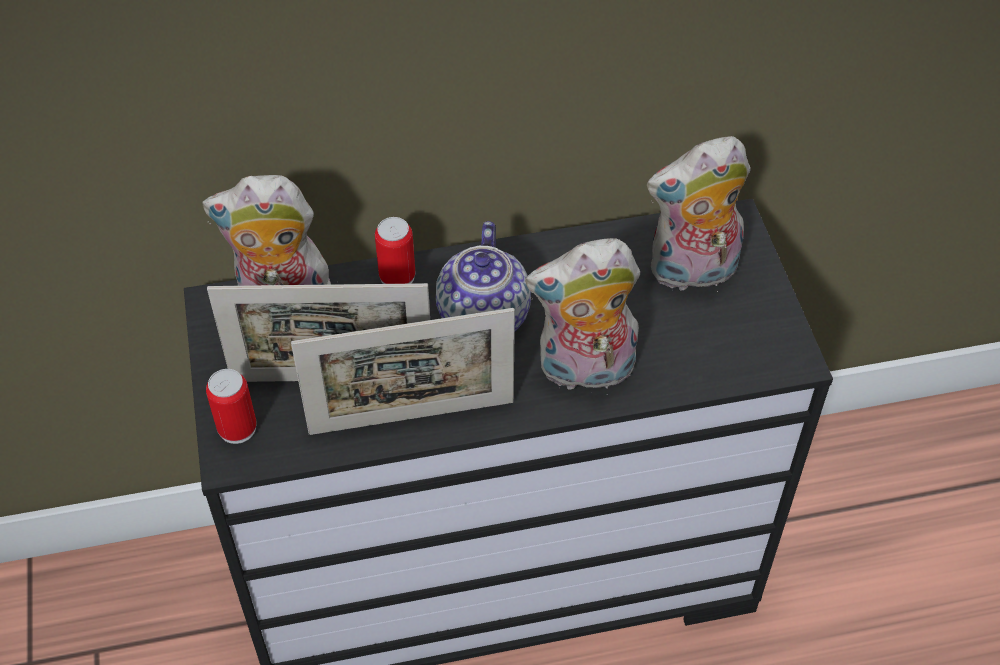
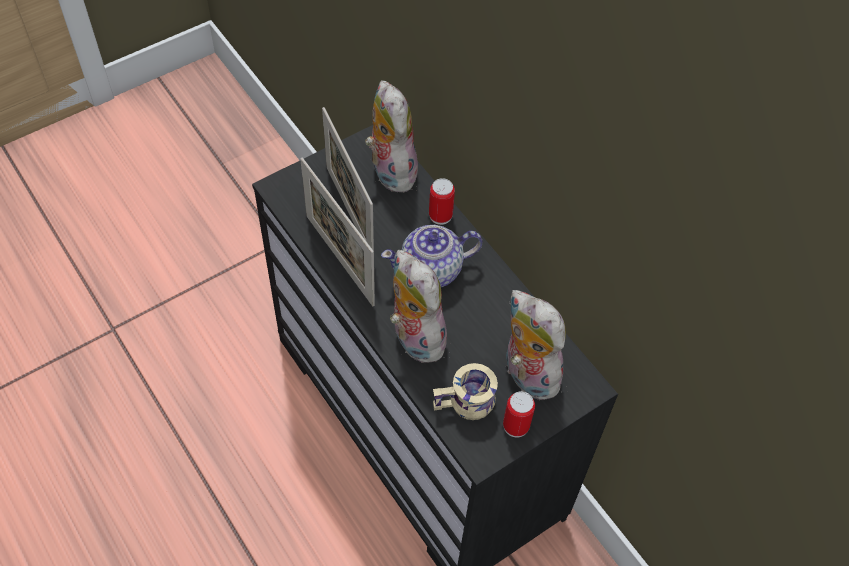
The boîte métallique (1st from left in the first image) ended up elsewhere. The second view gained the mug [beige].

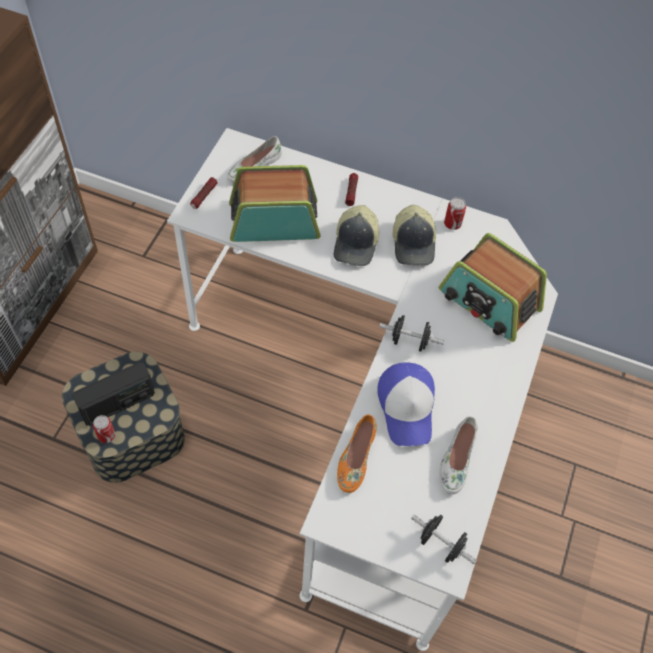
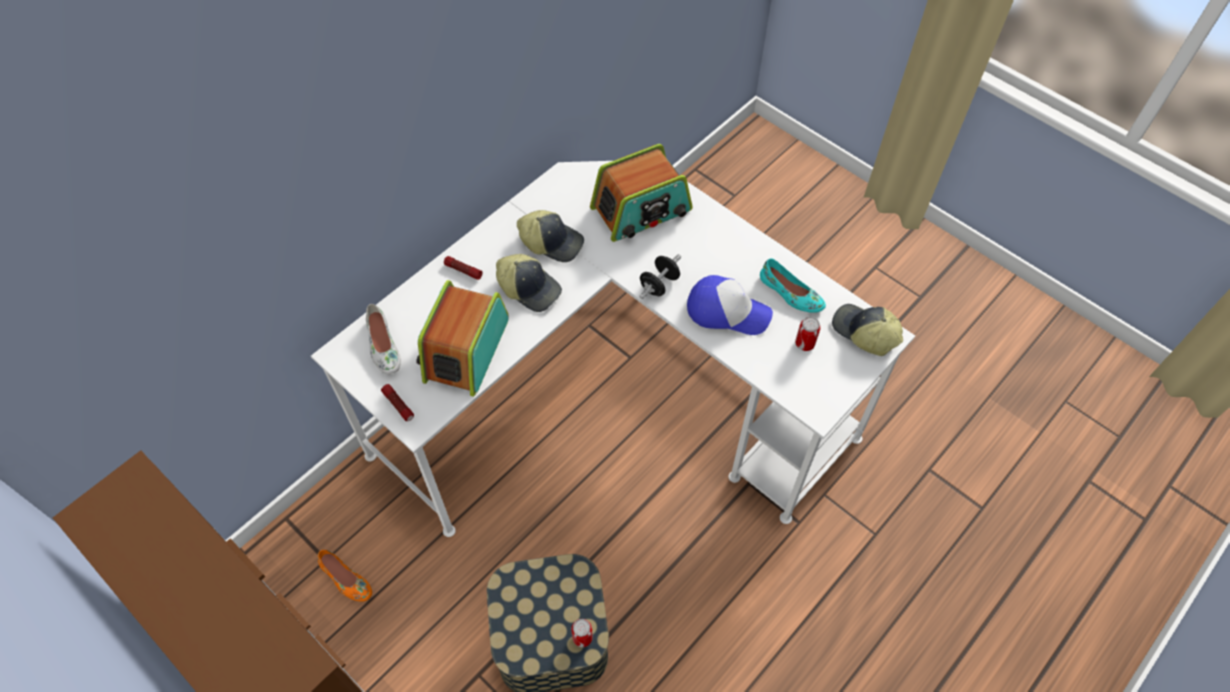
The boîte métallique (2nd from left) ended up elsewhere. The second view lost the radio (1st from left). The chaussure [orange] ended up elsewhere. What was the chaussure [blanc] (2nd from left) turned into the chaussure [turquoise]. Where the haltère [noir] (2nd from left) stood, the casquette (4th from left) came to stand.

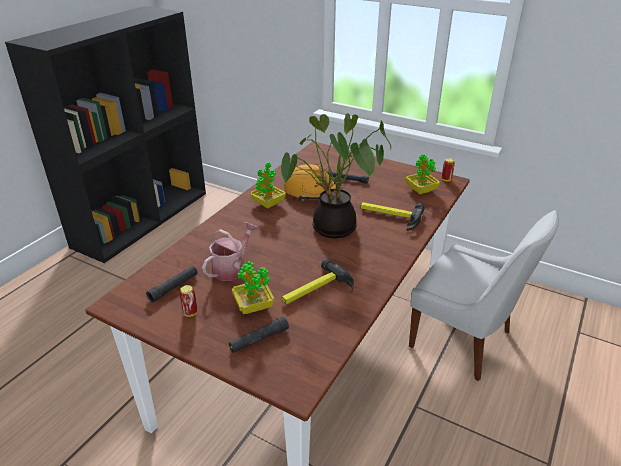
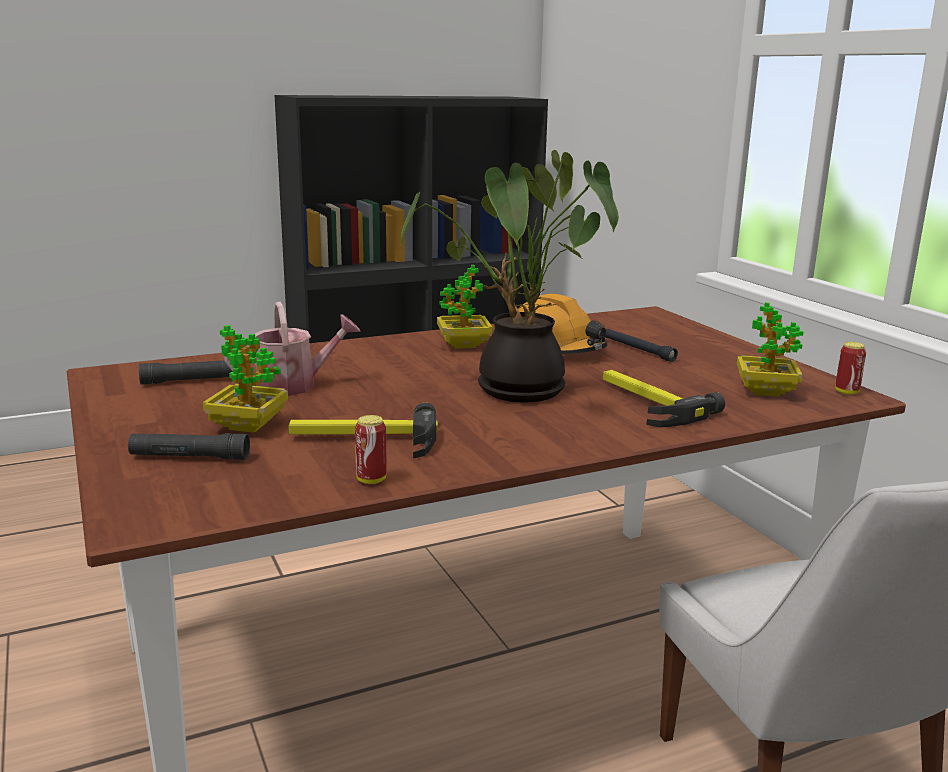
The boîte métallique (1st from left) ended up elsewhere.

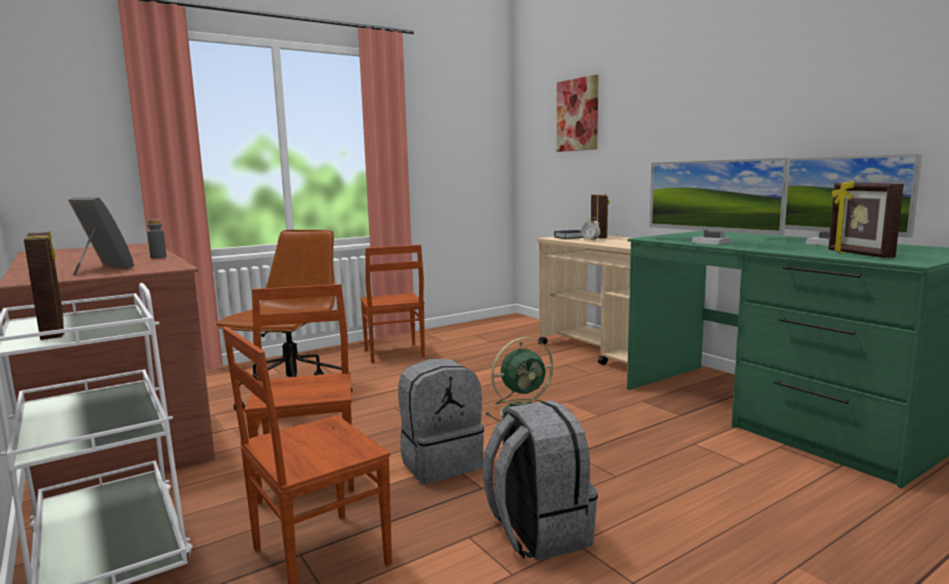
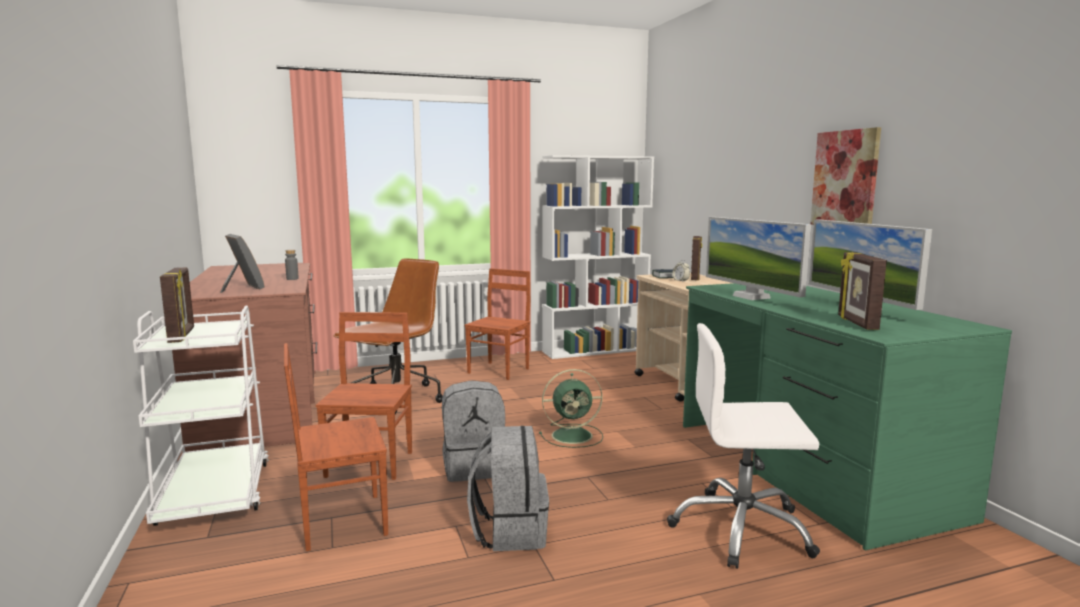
The tableau ended up elsewhere. The chaise [marron] (3rd from left) ended up facing another way, 150 degrees counterclockwise from before. The second view gained the bibliothèque [blanc]. The second view gained the chaise de bureau [blanc].

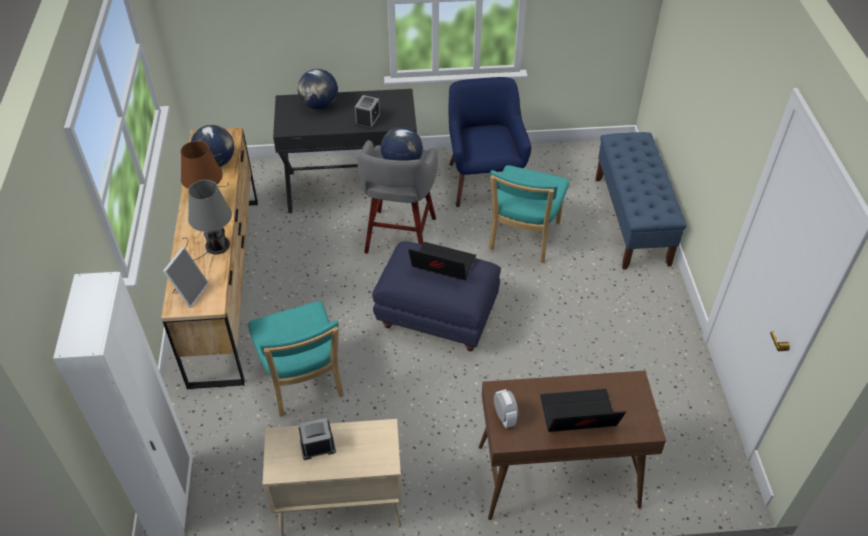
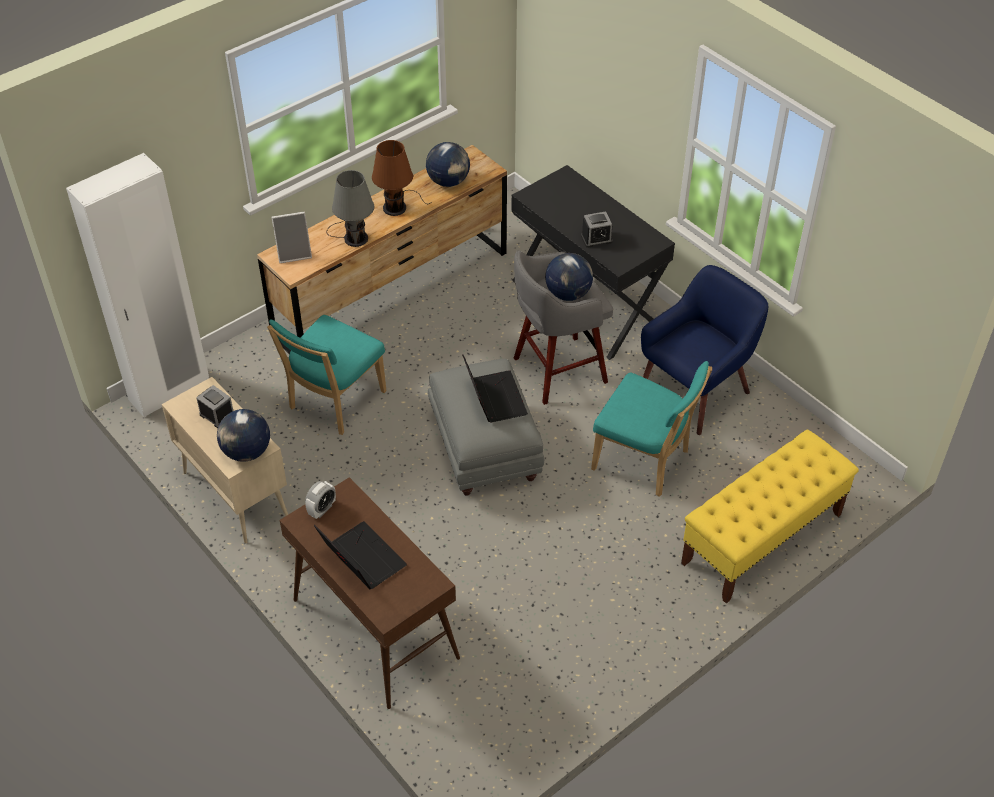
The globe (2nd from left in the first image) ended up elsewhere. What was the banc [bleu] turned into the banc [jaune]. The chaise [turquoise] (2nd from left) ended up facing another way, 135 degrees counterclockwise from before. What was the pouf [bleu] turned into the pouf [gris].

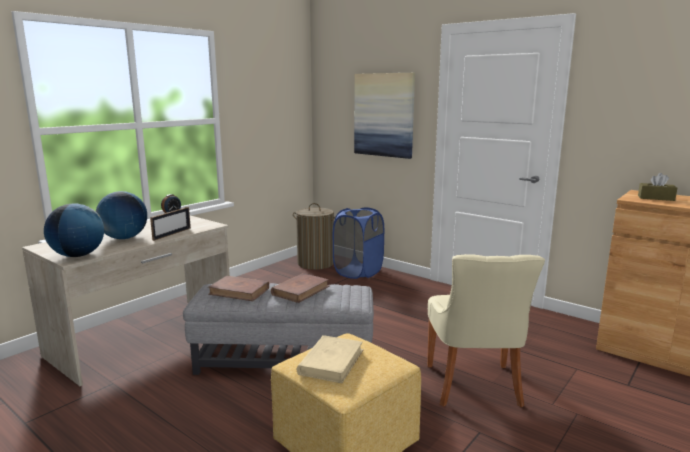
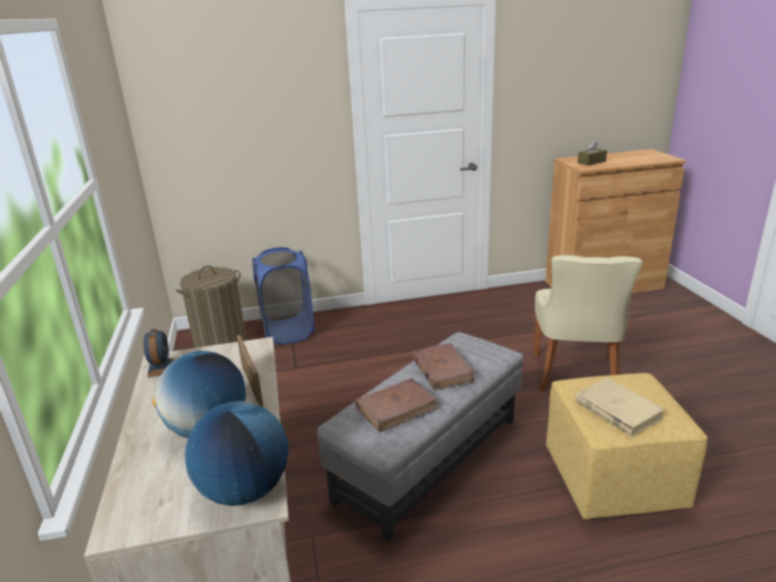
The second view lost the tableau. The chaise [beige] ended up facing another way, 60 degrees clockwise from before.

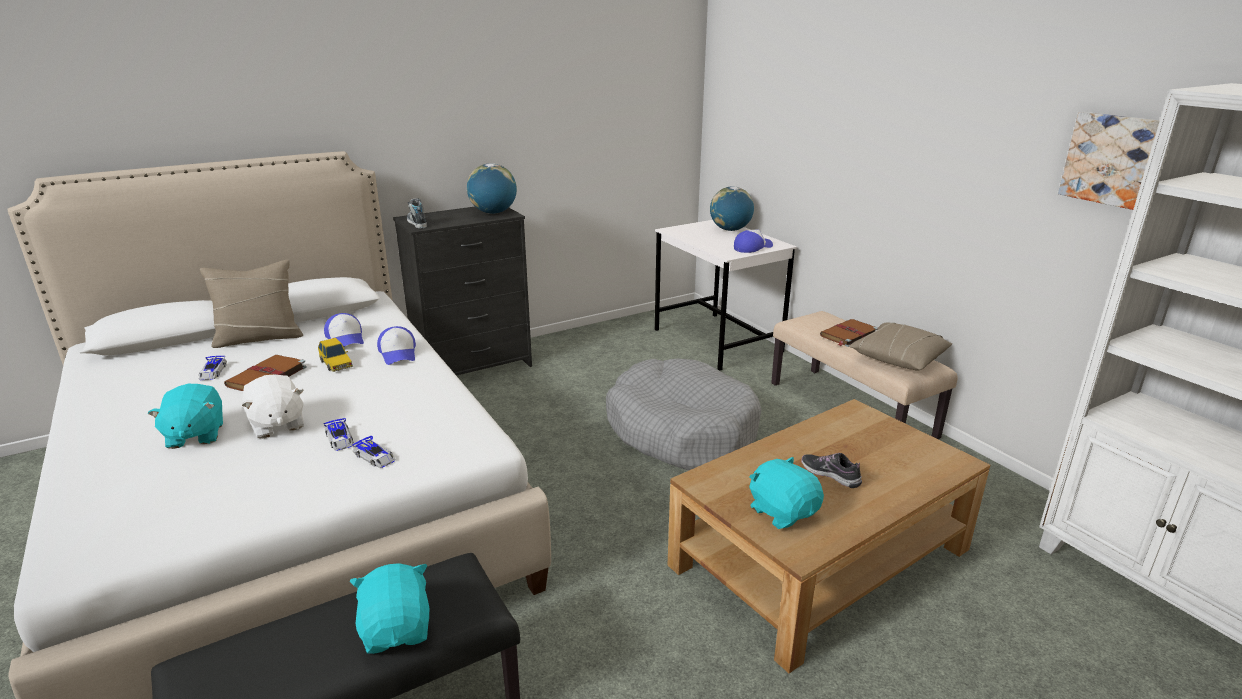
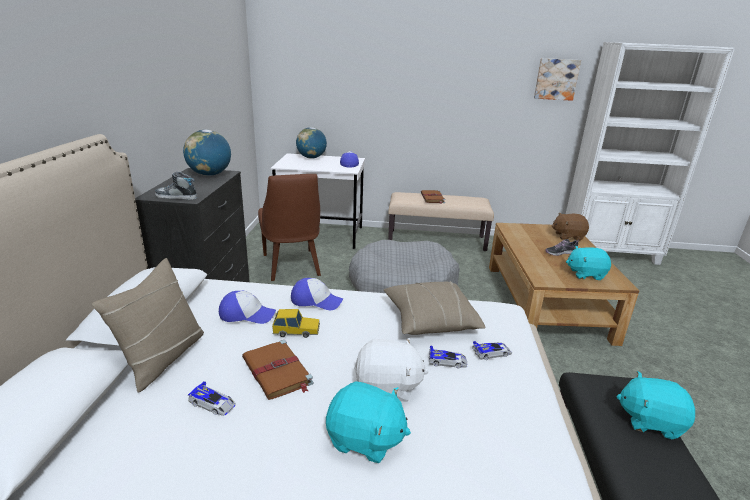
The coussin [beige] (2nd from left) ended up elsewhere. The second view gained the chaise [marron]. The second view gained the peluche [marron].

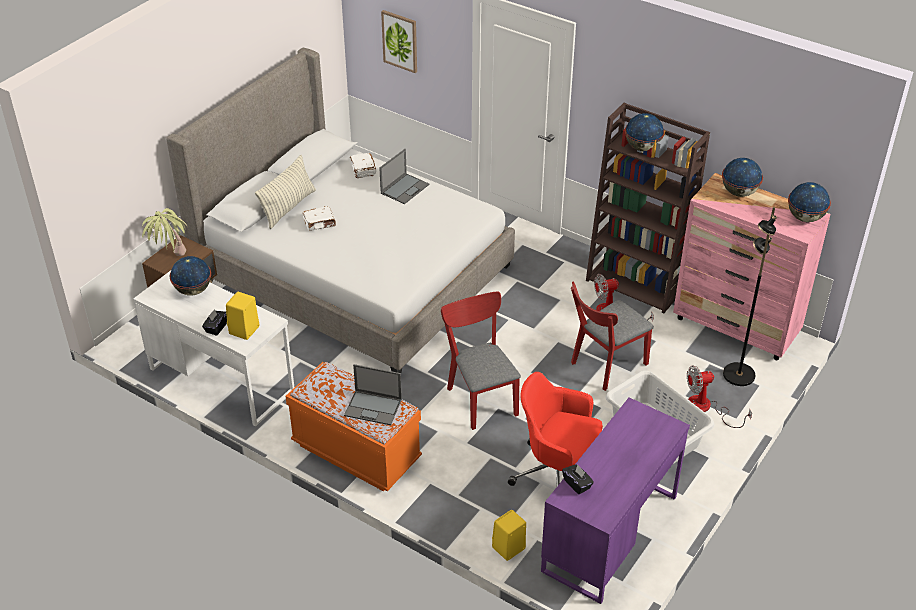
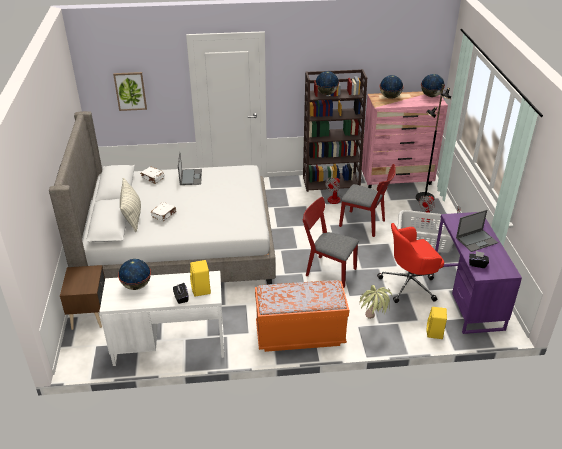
The plante en pot ended up elsewhere. The chaise [rouge] (2nd from left) ended up facing another way, 75 degrees counterclockwise from before. The ordinateur portable (1st from left in the first image) ended up elsewhere.

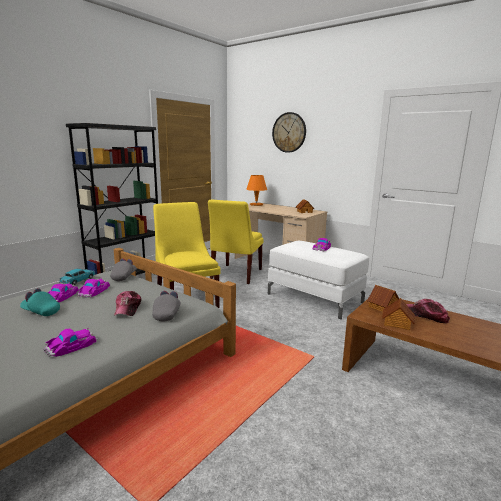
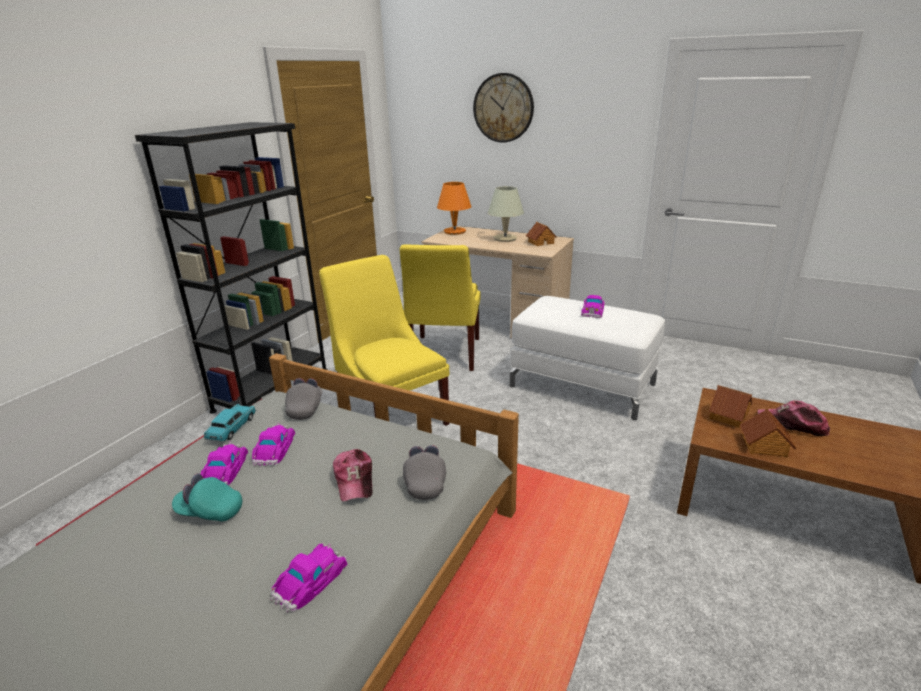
The second view gained the lampe de table [beige].

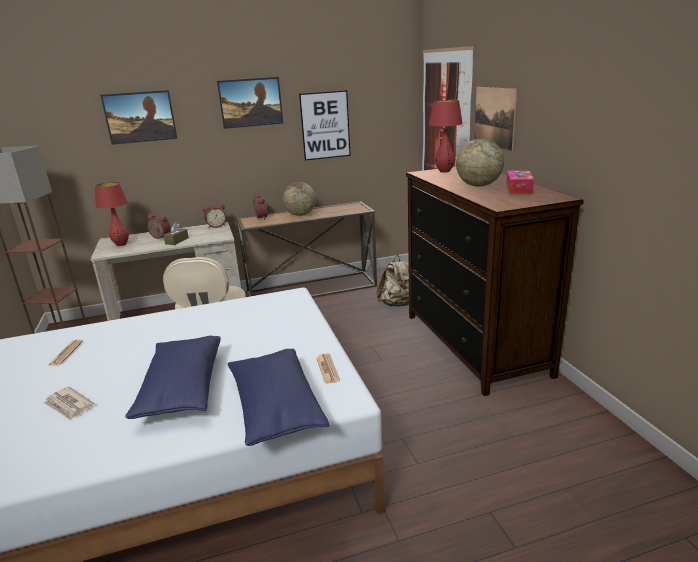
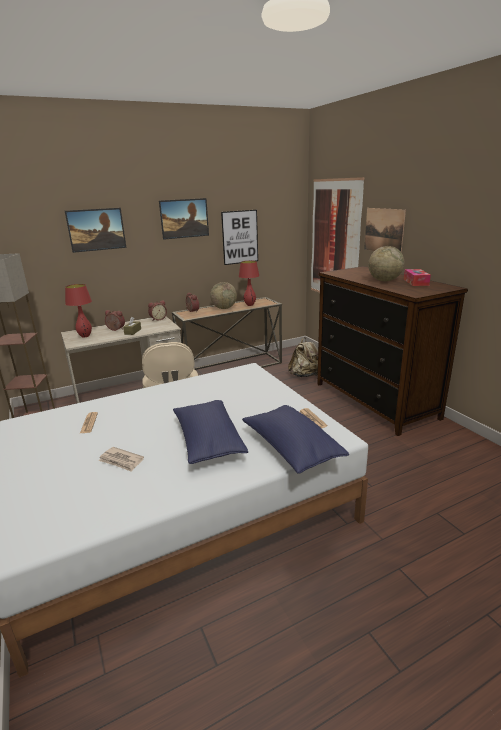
The lampe de table [rouge] (2nd from left) ended up elsewhere.

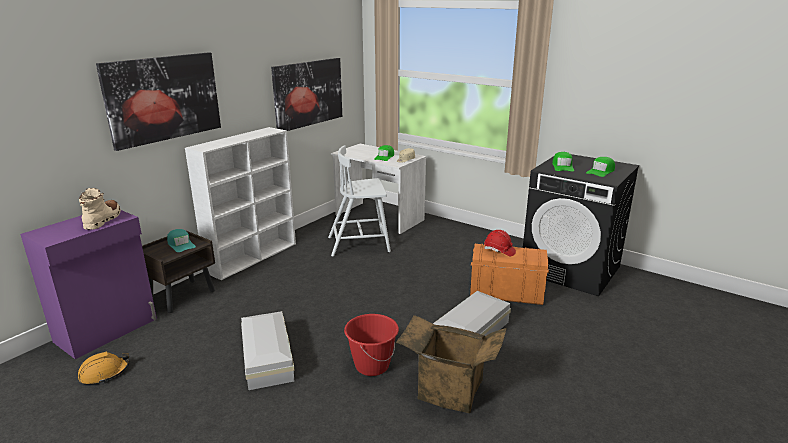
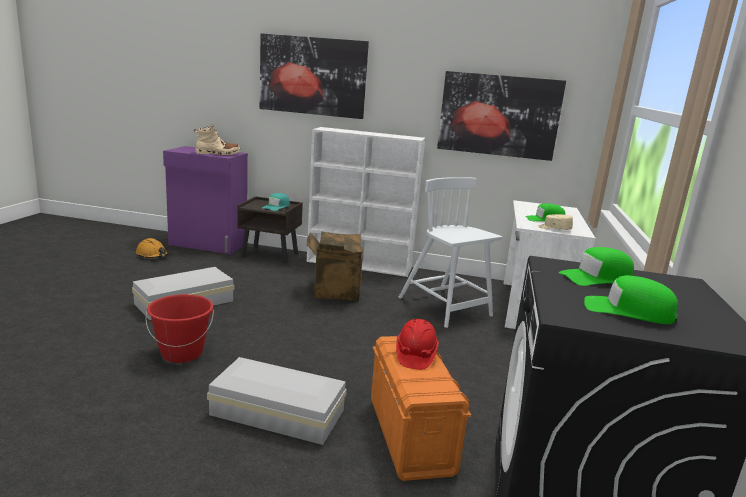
The carton ended up elsewhere.

